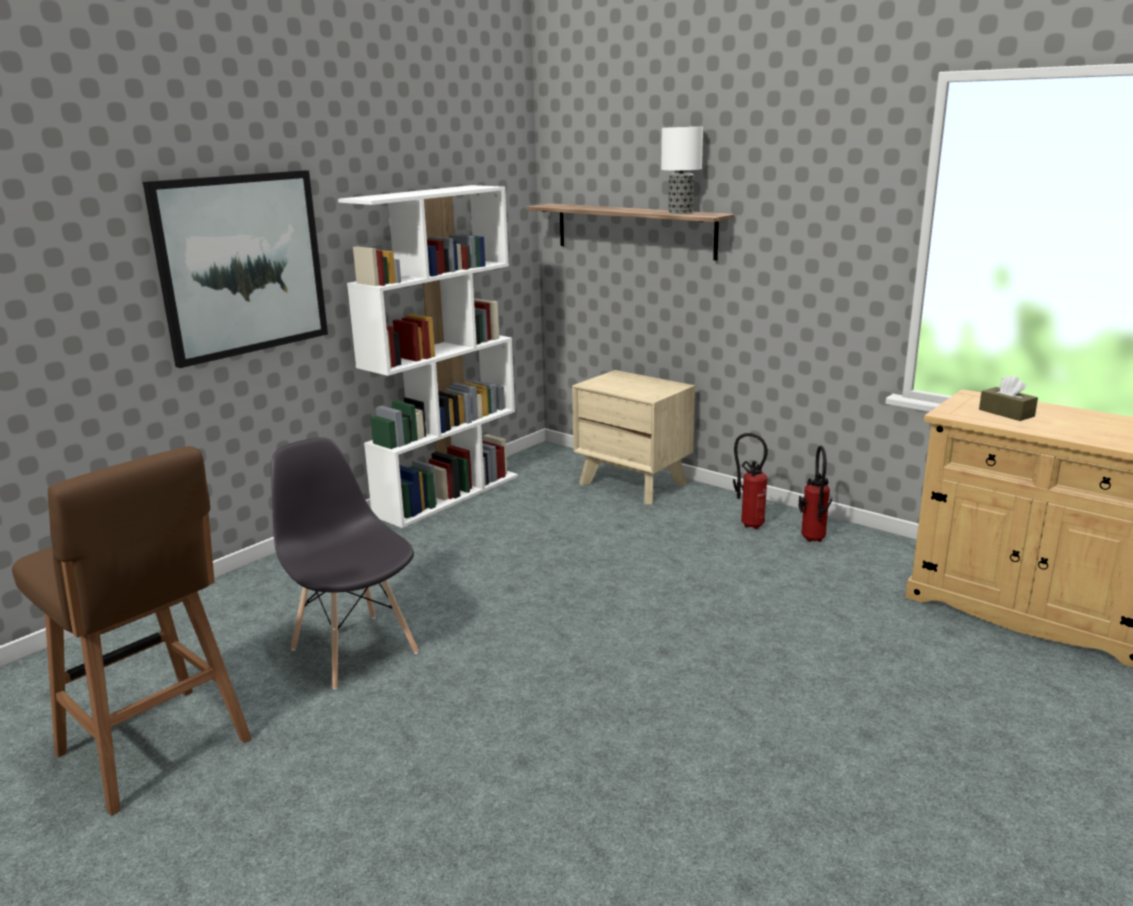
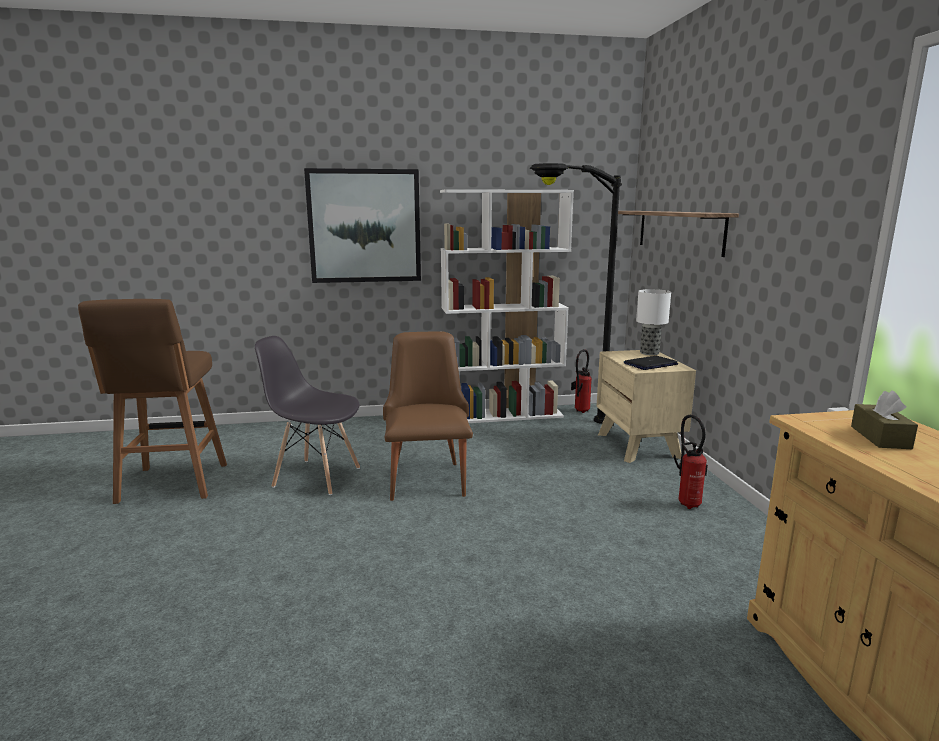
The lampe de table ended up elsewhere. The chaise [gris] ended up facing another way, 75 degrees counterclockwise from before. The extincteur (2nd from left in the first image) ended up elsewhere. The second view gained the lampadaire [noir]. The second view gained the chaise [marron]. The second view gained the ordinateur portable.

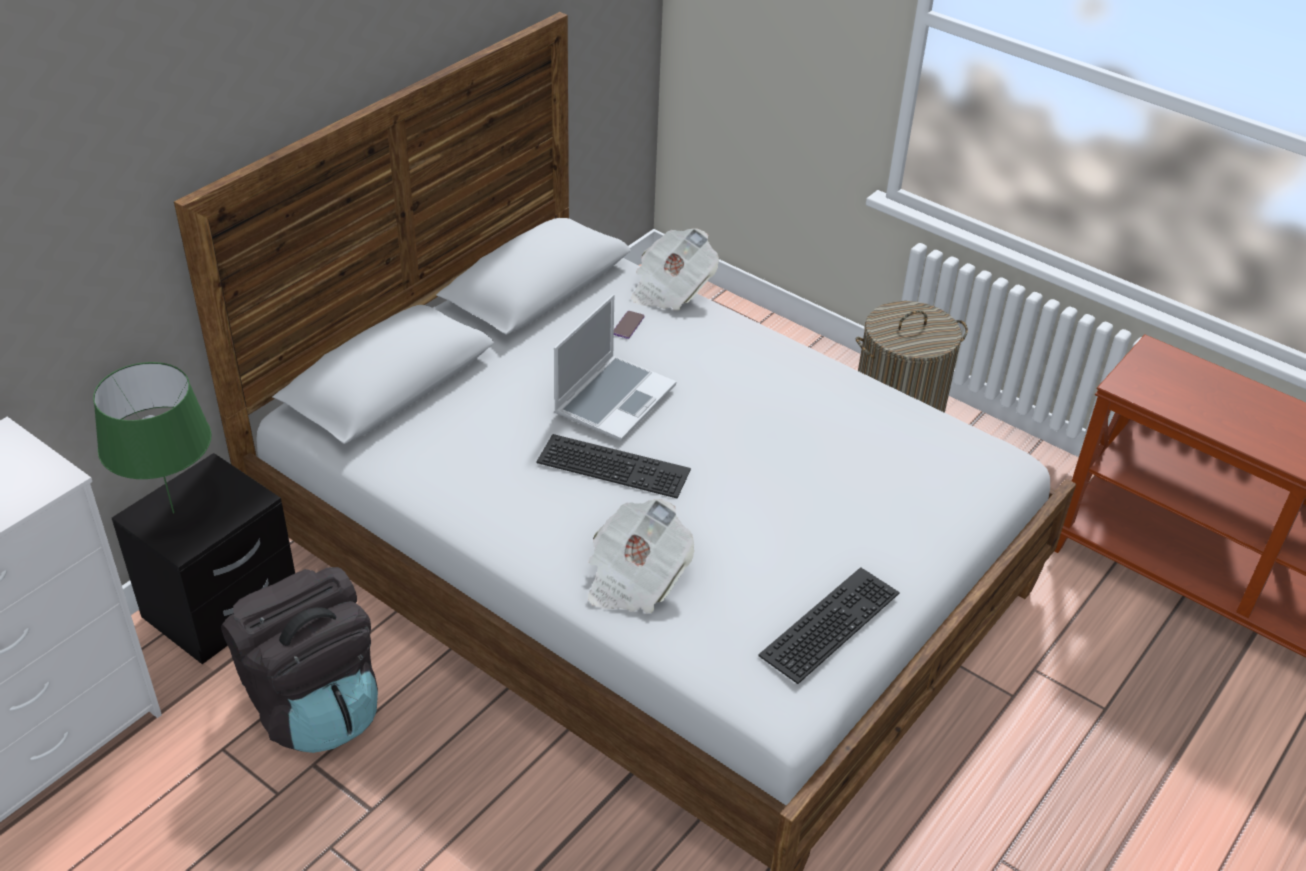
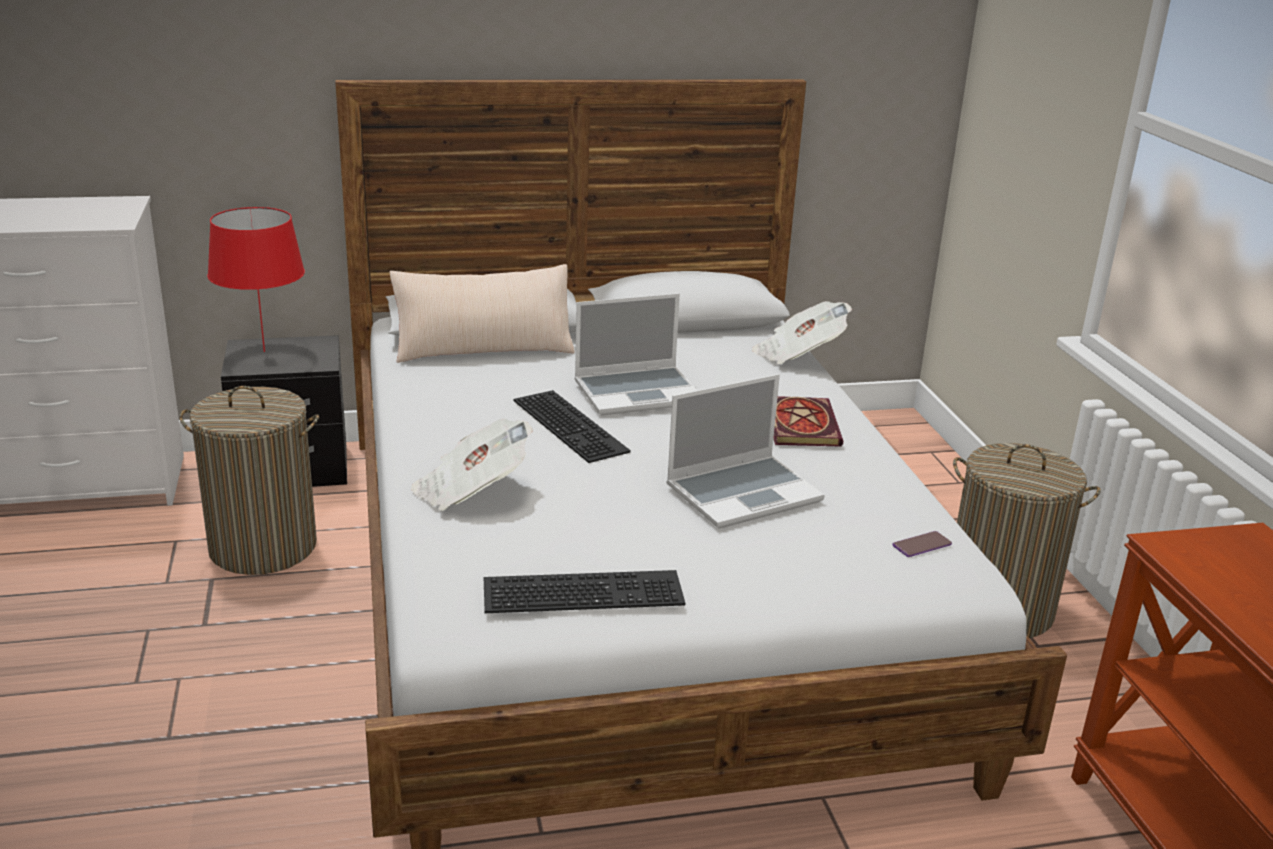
The téléphone ended up elsewhere. What was the lampe de table [vert] turned into the lampe de table [rouge]. Where the sac à dos [noir] stood, the panier à linge (1st from left) came to stand. The second view gained the coussin [beige]. The second view gained the ordinateur portable (2nd from left). The second view gained the livre.

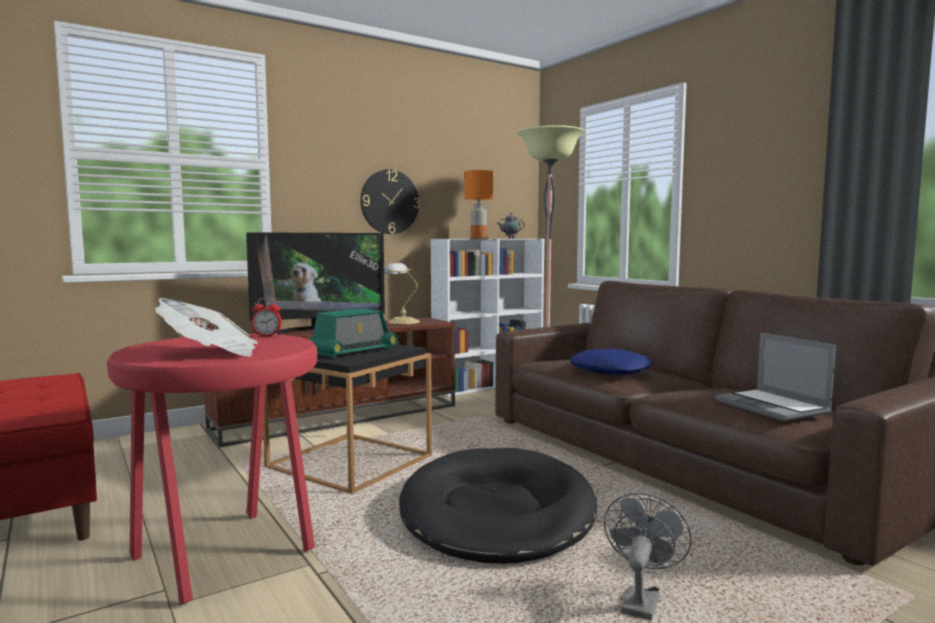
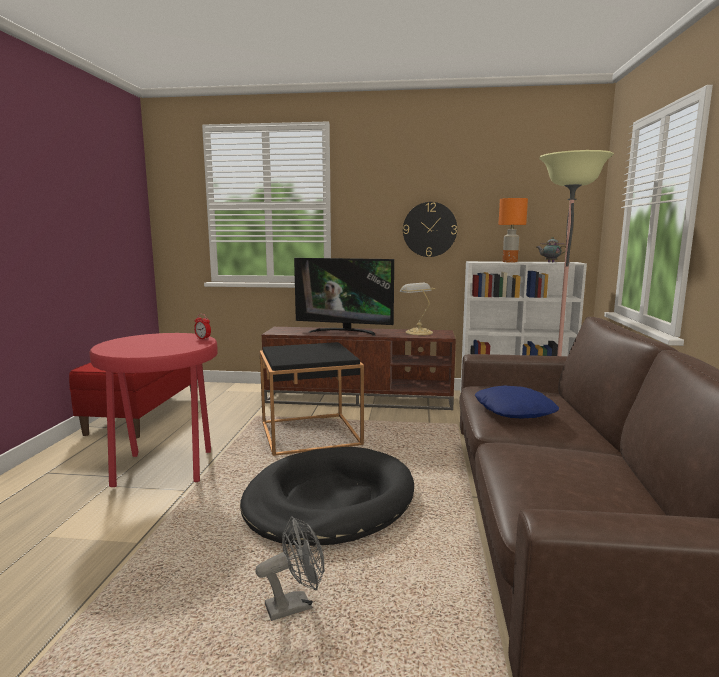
The second view lost the journal. The second view lost the radio. The second view lost the ordinateur portable.

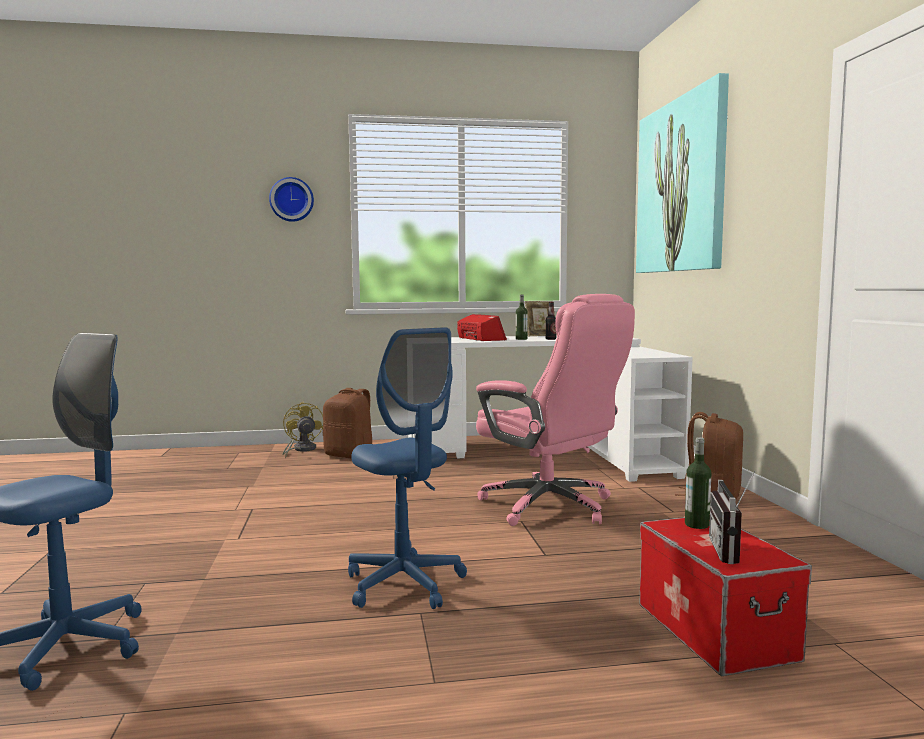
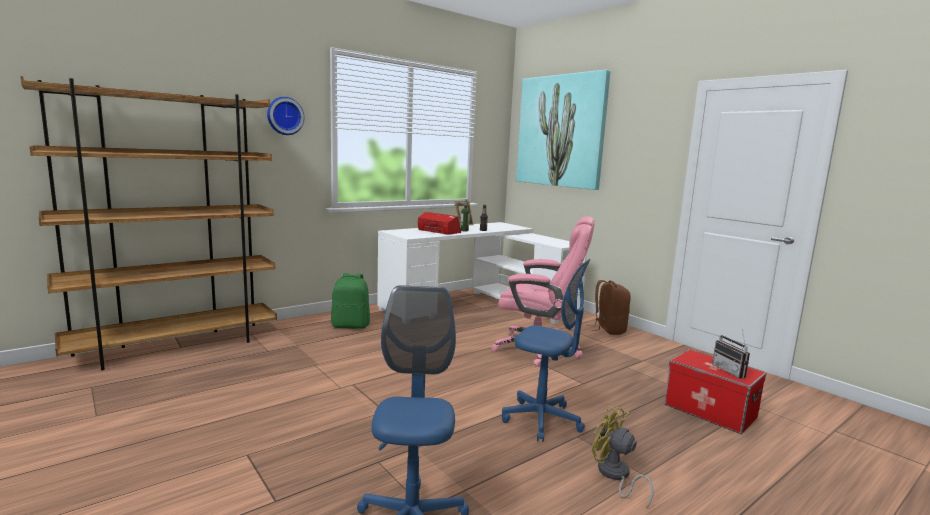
What was the sac à dos [marron] (1st from left) turned into the sac à dos [vert]. The ventilateur [jaune] ended up elsewhere. The second view lost the bouteille (3rd from left). The second view gained the bibliothèque [marron].

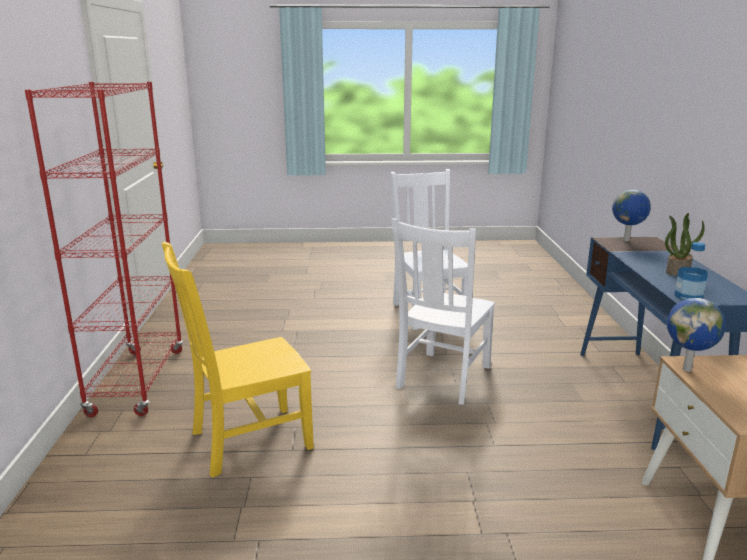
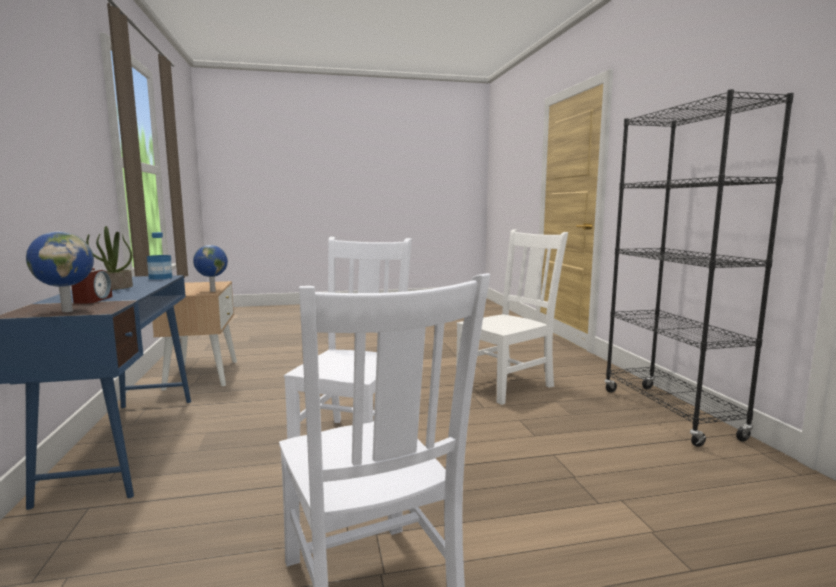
What was the bibliothèque [rouge] turned into the bibliothèque [noir]. What was the chaise [jaune] turned into the chaise [blanc] (3rd from left). The second view gained the réveil.

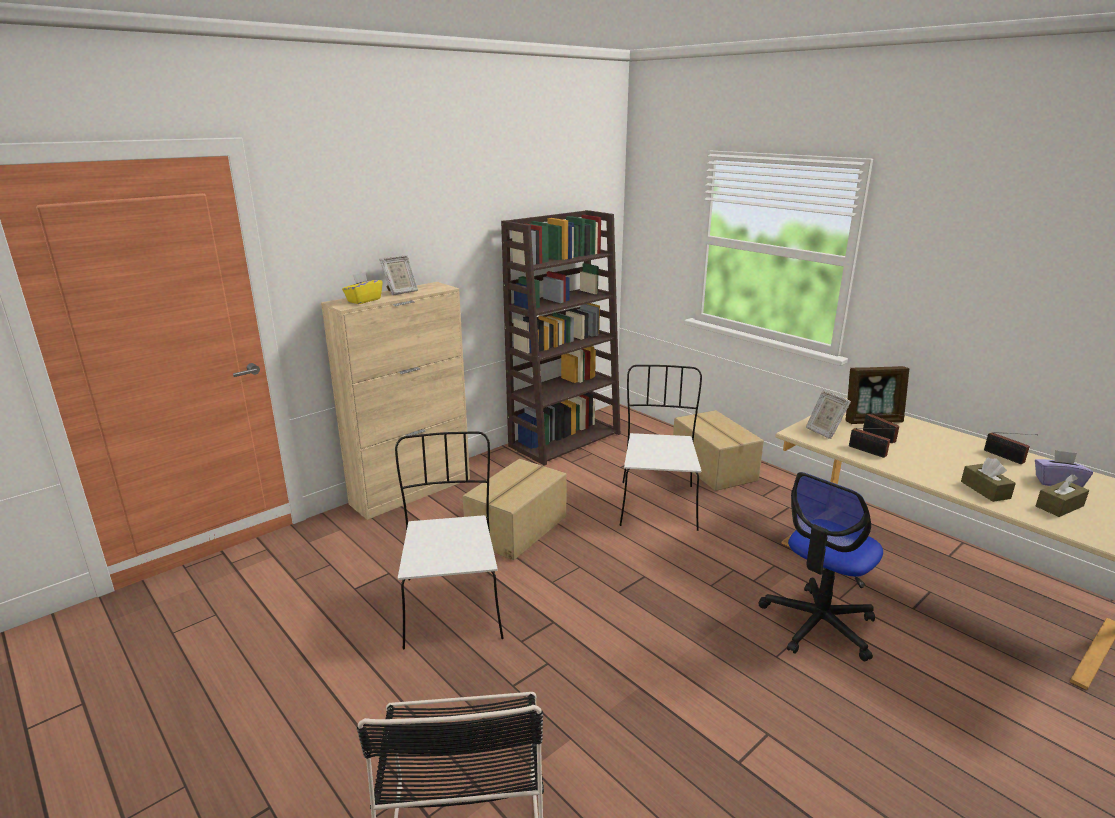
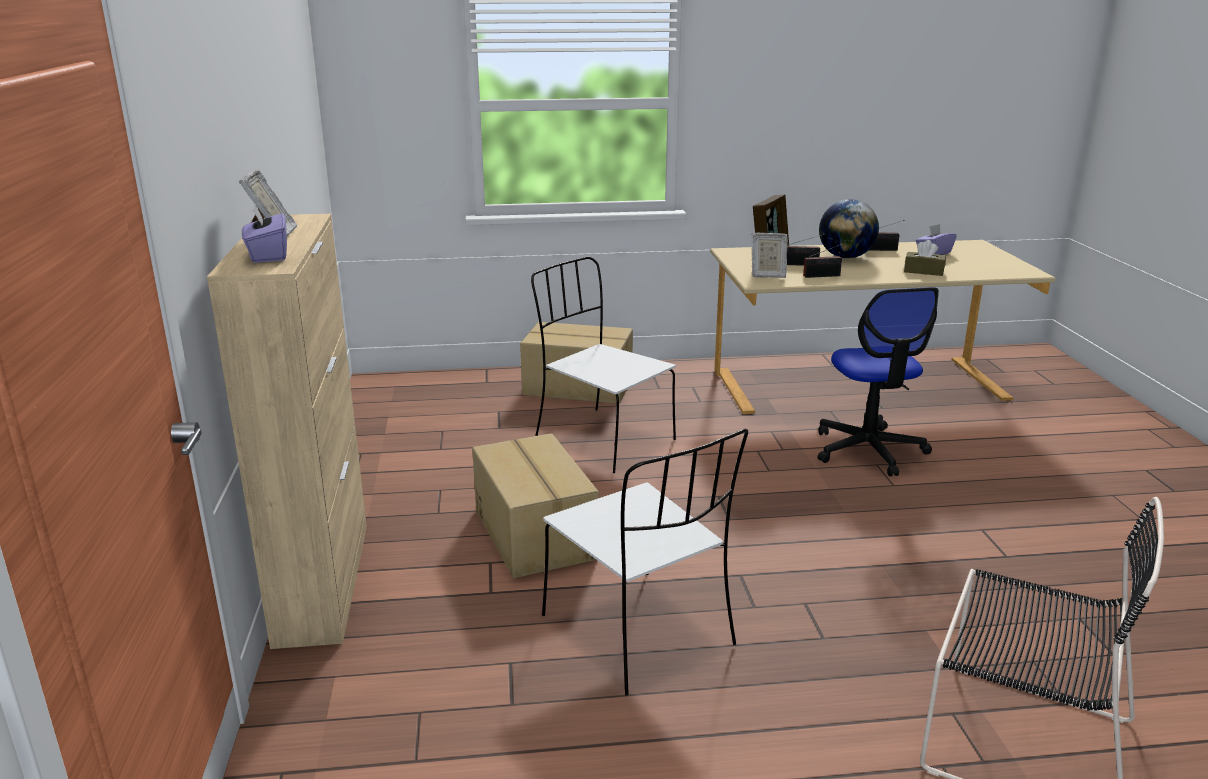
The second view lost the bibliothèque [marron]. What was the boîte à mouchoirs [jaune] turned into the boîte à mouchoirs [violet] (1st from left). The chaise [blanc] (1st from left in the first image) ended up facing another way, 150 degrees counterclockwise from before. The second view lost the boîte à mouchoirs [marron] (2nd from left). The second view gained the globe.

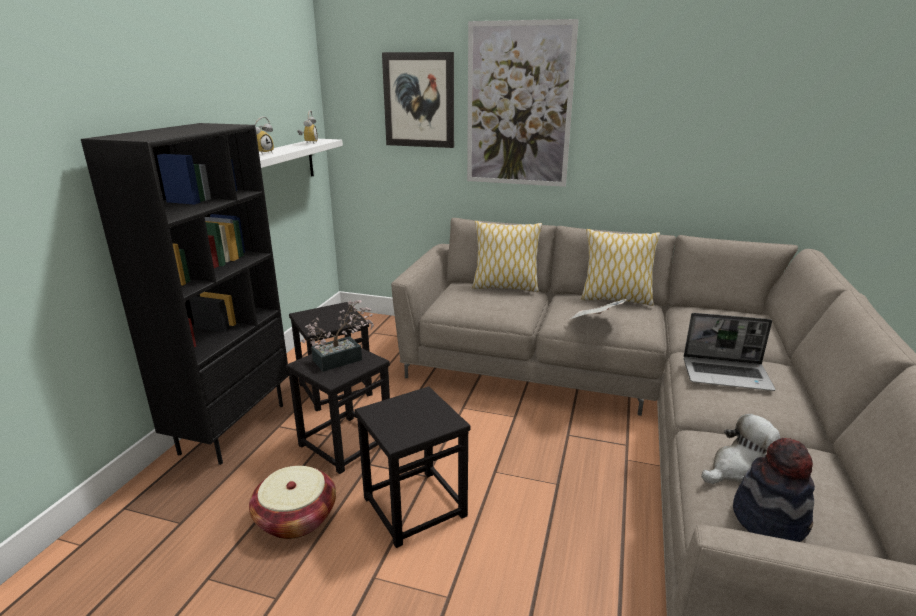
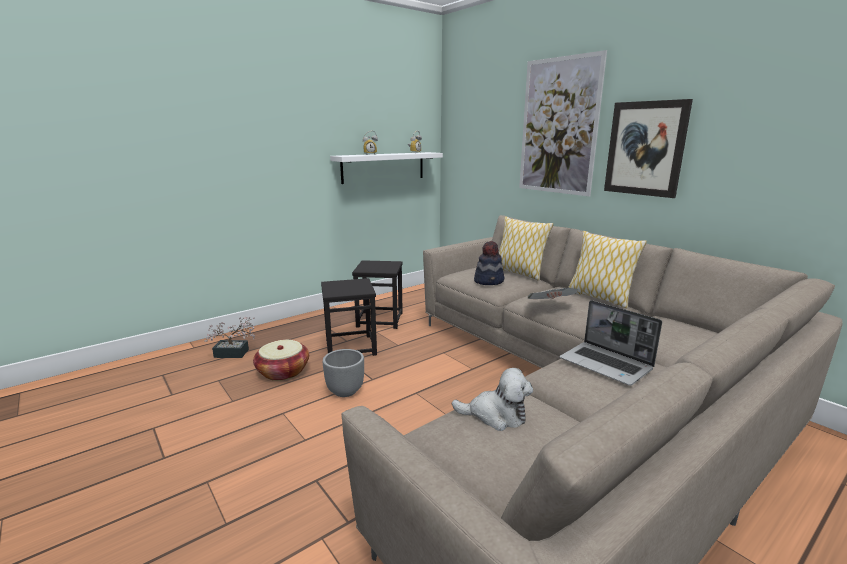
The tableau (1st from left in the first image) ended up elsewhere. The second view lost the bibliothèque [noir]. The plante en pot ended up elsewhere. Where the tabouret [noir] (3rd from left) stood, the cache-pot [gris] came to stand. The chapeau ended up elsewhere.

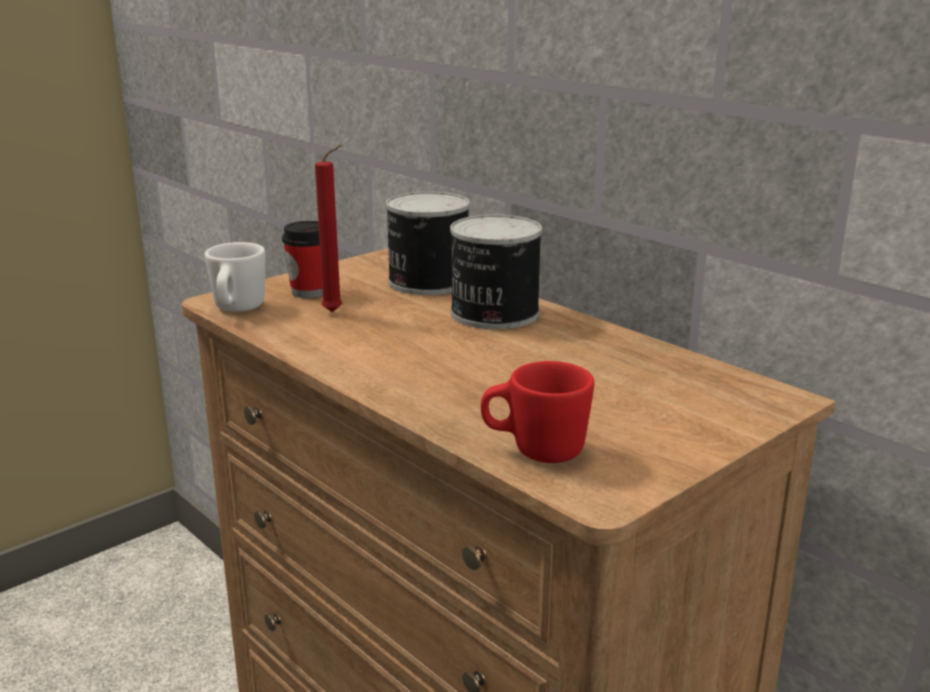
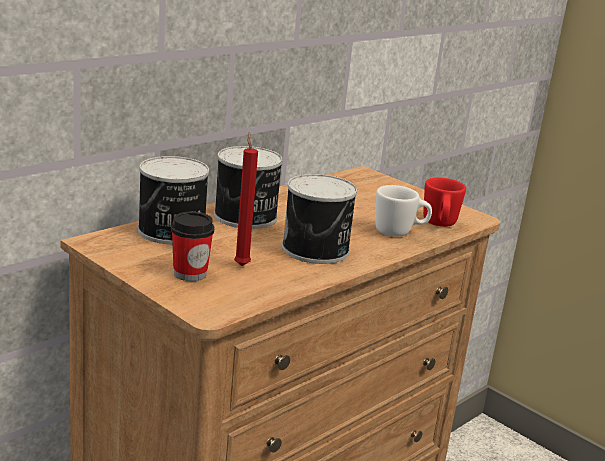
The mug [blanc] ended up elsewhere. The second view gained the boîte métallique (3rd from left).

